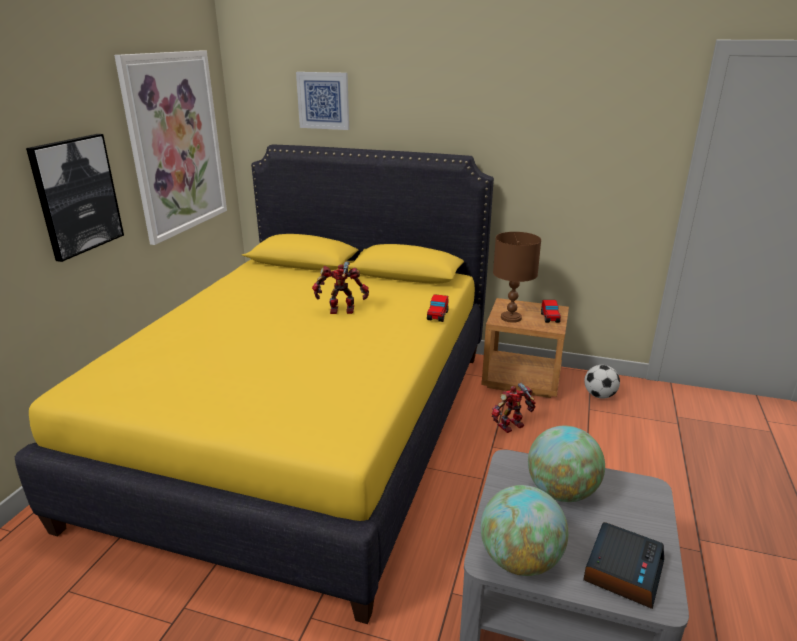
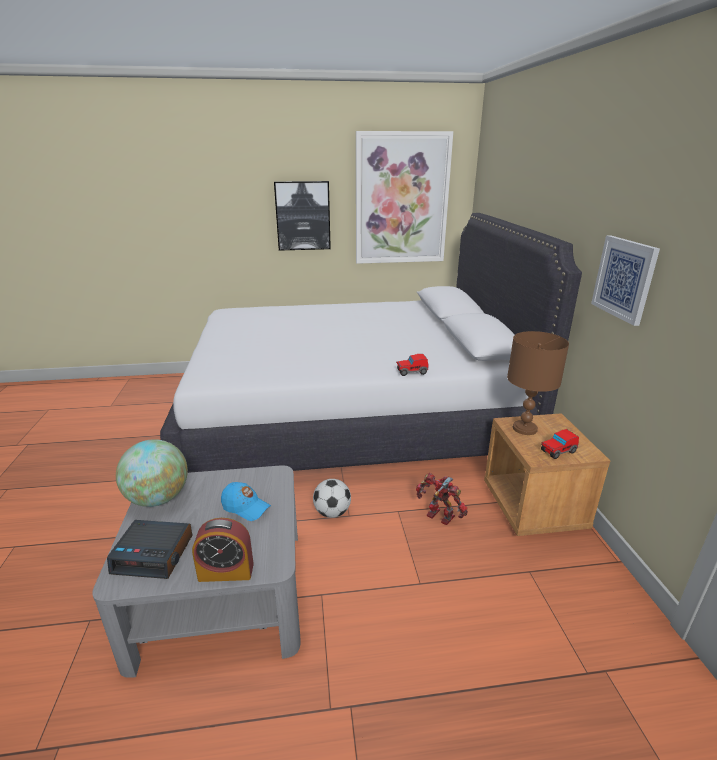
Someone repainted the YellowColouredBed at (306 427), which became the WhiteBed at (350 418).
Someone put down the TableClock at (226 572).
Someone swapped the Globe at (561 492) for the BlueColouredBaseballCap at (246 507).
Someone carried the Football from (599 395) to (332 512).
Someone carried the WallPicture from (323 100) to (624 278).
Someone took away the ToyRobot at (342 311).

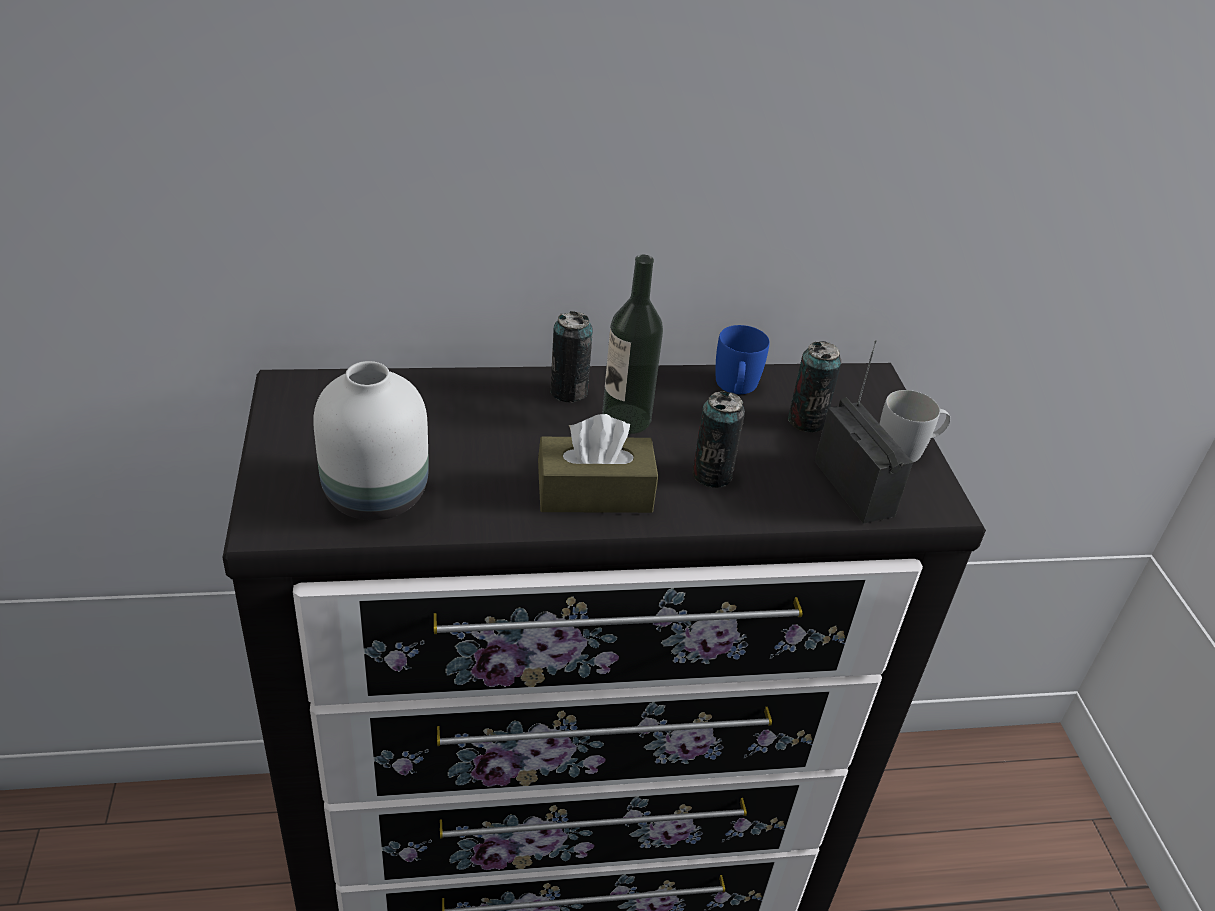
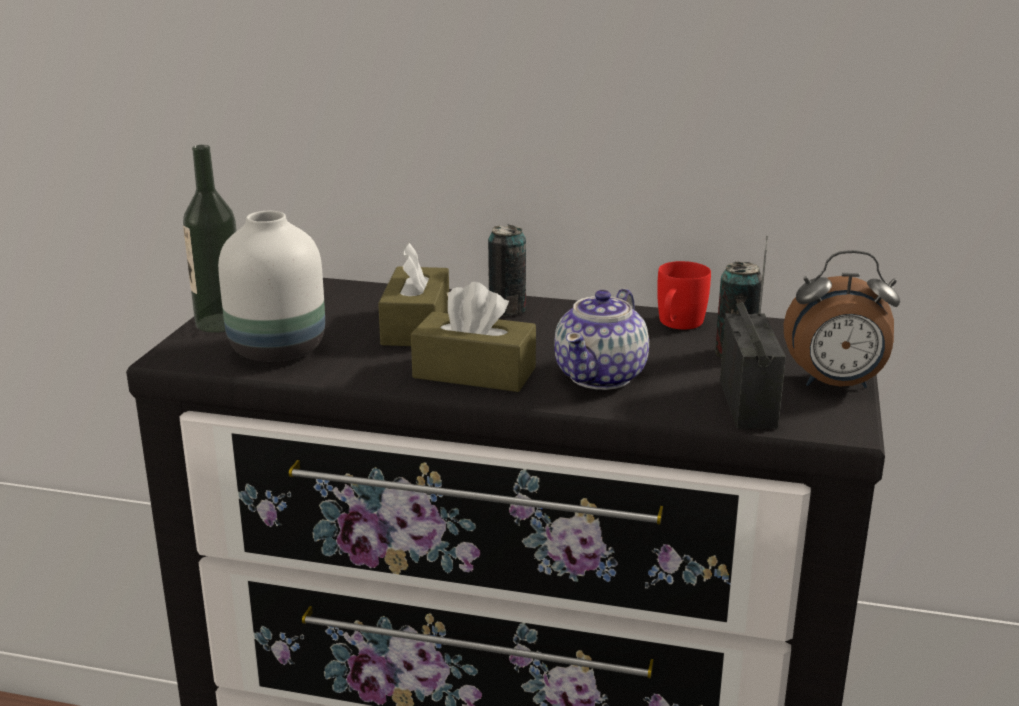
Someone carried the Bottle from (626 419) to (220 323).
Someone put down the BrownBoxOfTissues at (416 326).
Someone swapped the Can at (712 474) for the PotForTea at (602 376).
Someone repainted the BlueColouredCoffeeMug at (736 388), which became the RedCoffeeMug at (677 325).
Someone swapped the WhiteCoffeeMug at (908 449) for the TableClock at (835 385).

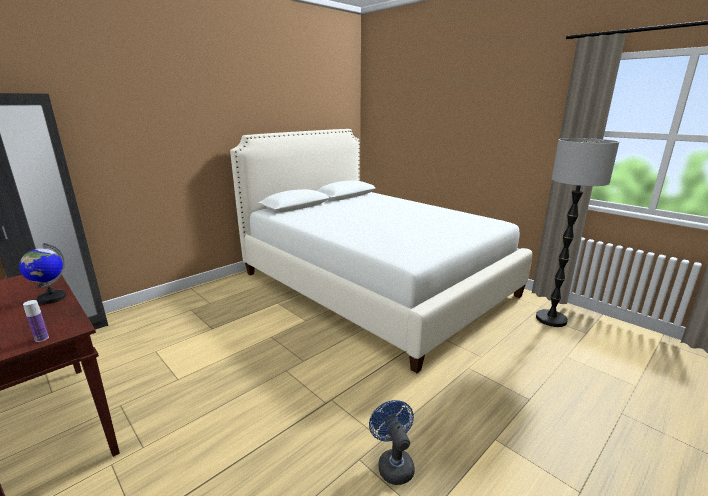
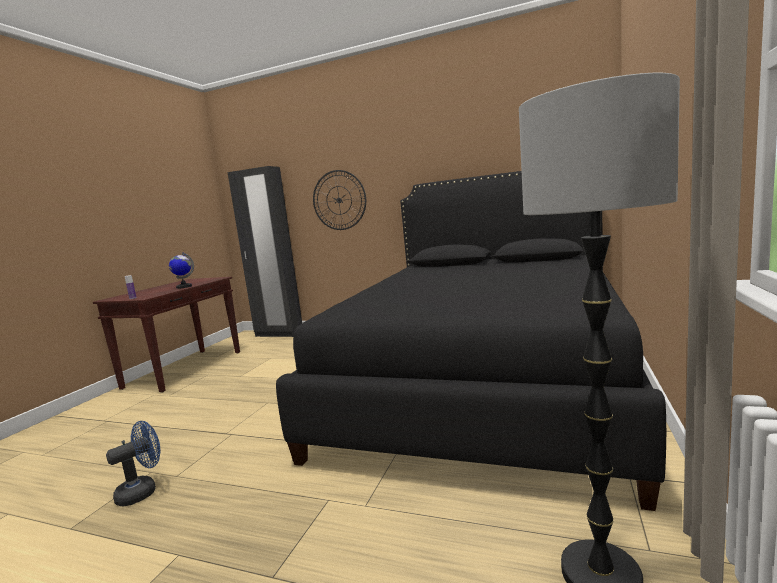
Someone repainted the WhiteBed at (375 283), which became the BlackColouredBed at (485 382).
Someone put up the ClockOnTheWall at (339 200).

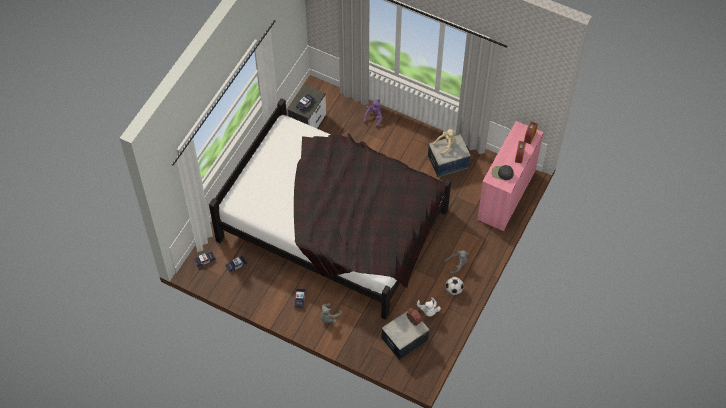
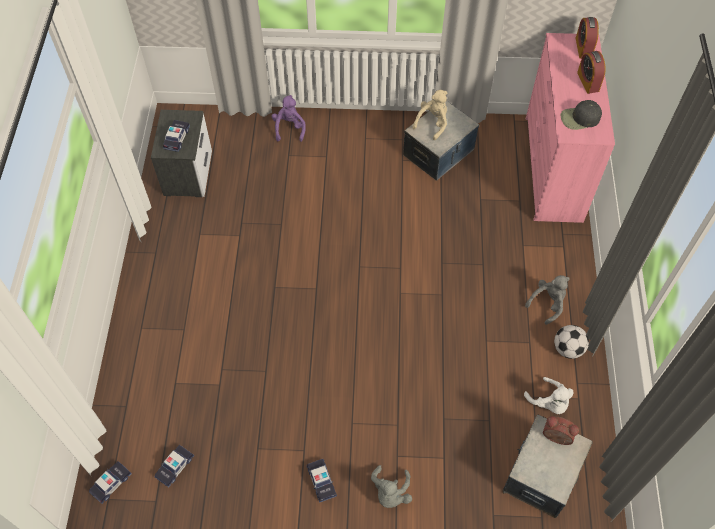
Someone took away the BlackColouredBed at (334 224).

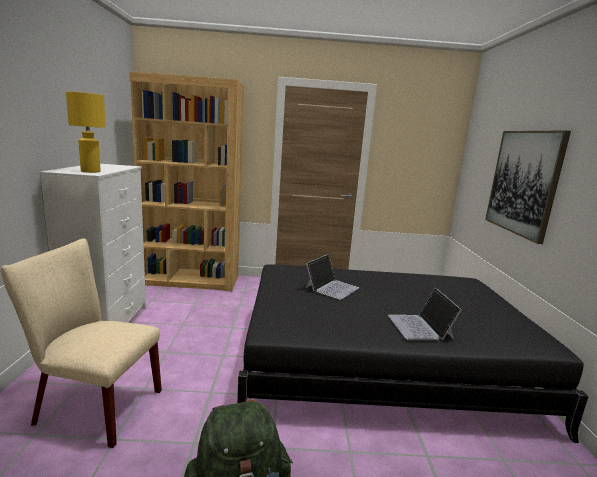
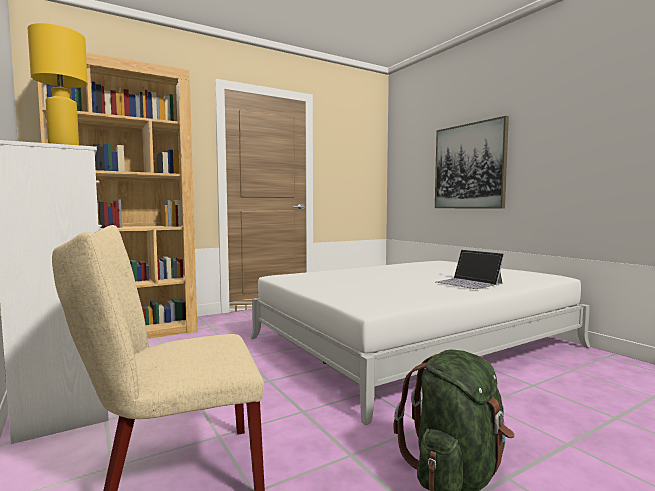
Someone repainted the BlackColouredBed at (380 360), which became the WhiteBed at (414 342).
Someone took away the NotebookComputer at (332 287).

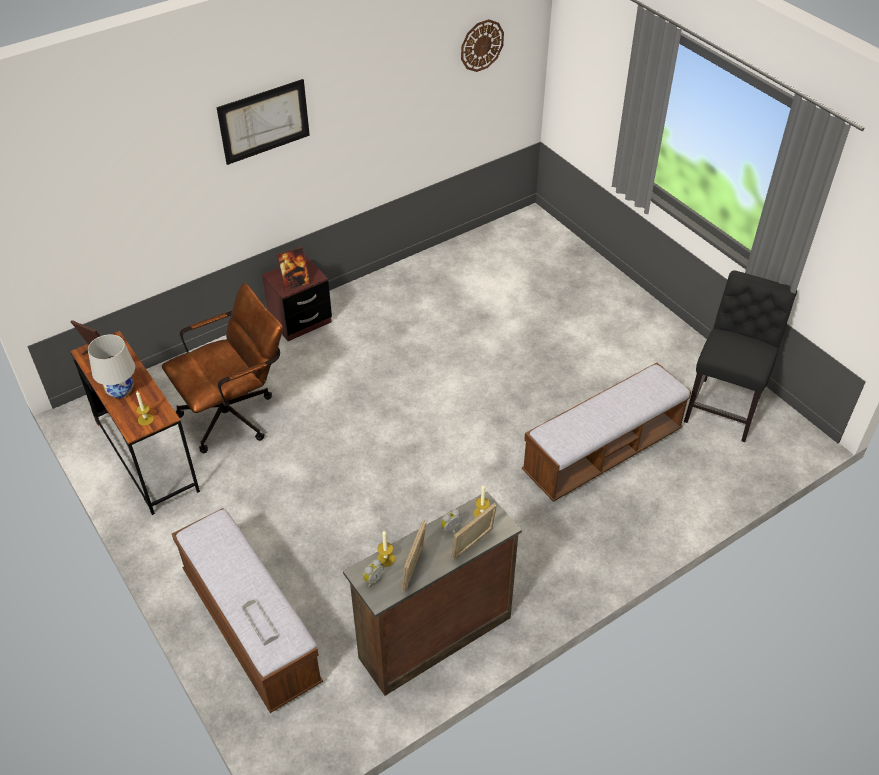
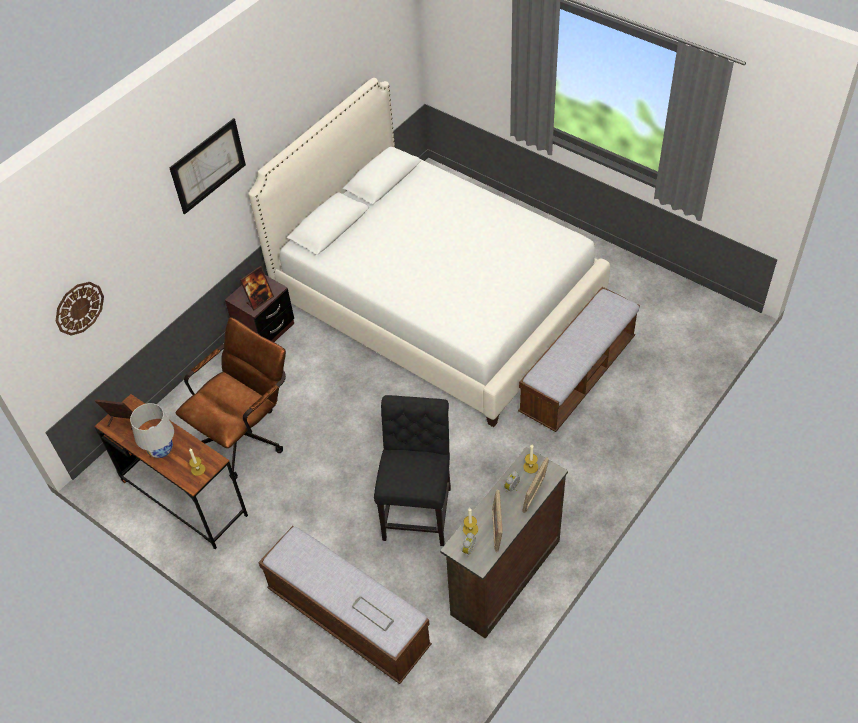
Someone carried the ClockOnTheWall from (481 45) to (79 308).
Someone put down the WhiteBed at (438 301).
Someone carried the BlackColouredChair from (724 406) to (418 509).

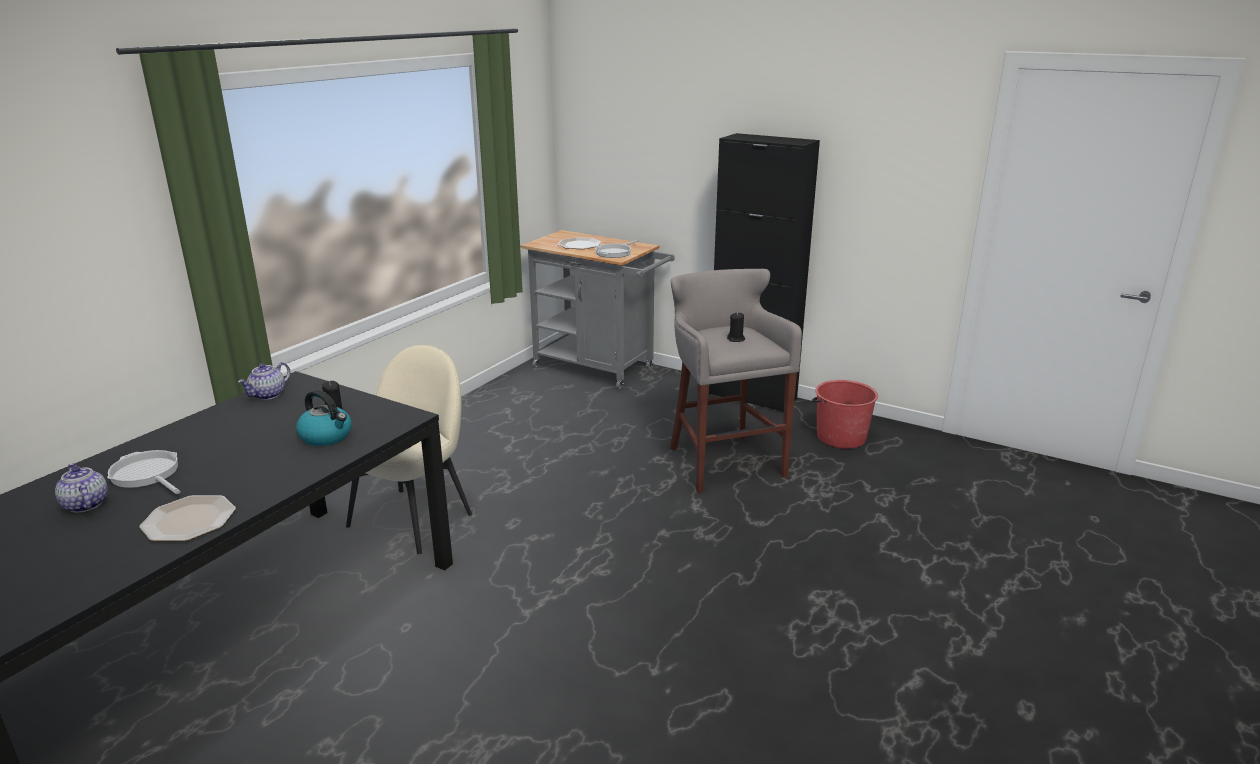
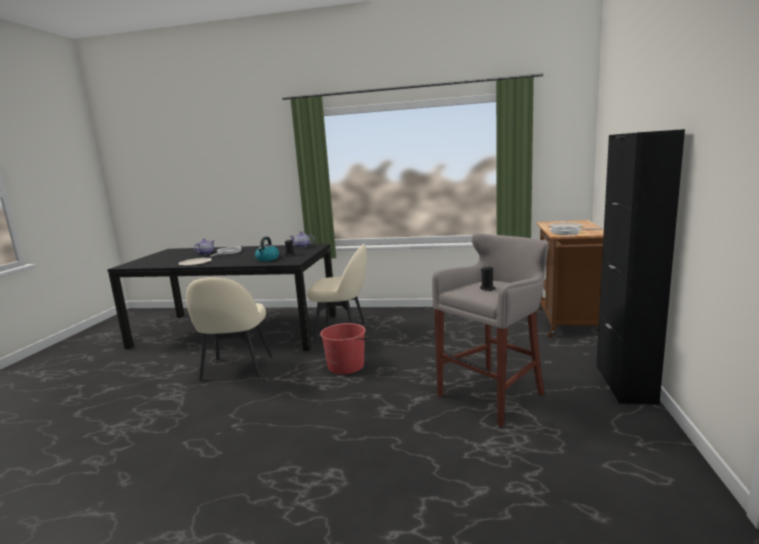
Someone put down the BeigeChair at (236 369).
Someone carried the RedBucket from (840 437) to (346 366).
Someone repainted the GreyishWheeledCart at (599 369), which became the BrownWheeledCart at (569 325).

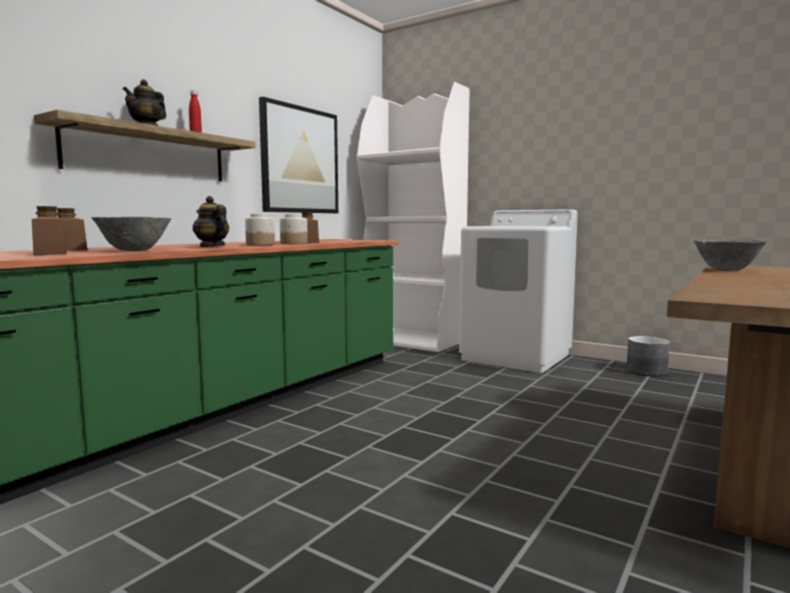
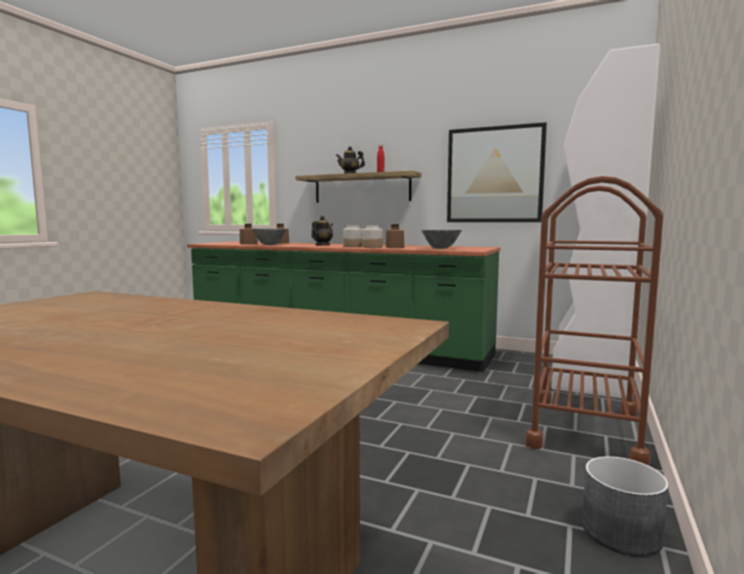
Someone carried the GreyishDeepDish from (726 270) to (440 248).
Someone swapped the WhiteWashingMachine at (516 357) for the BrownWheeledCart at (585 428).

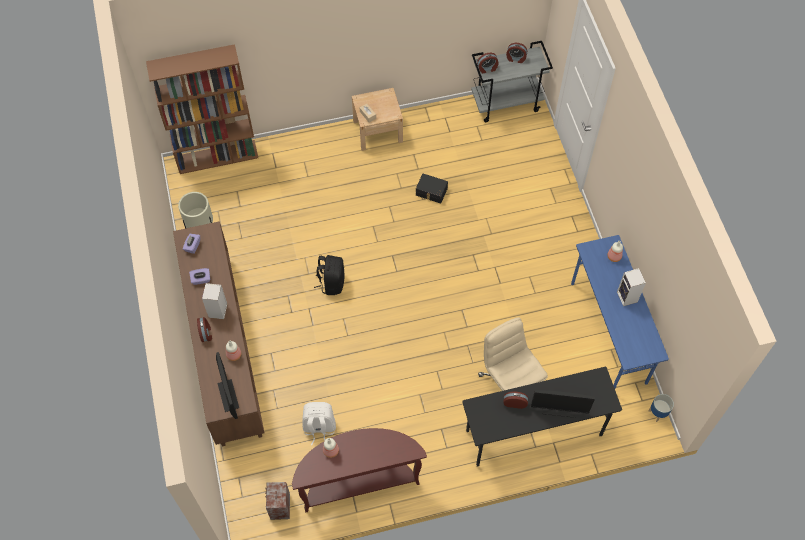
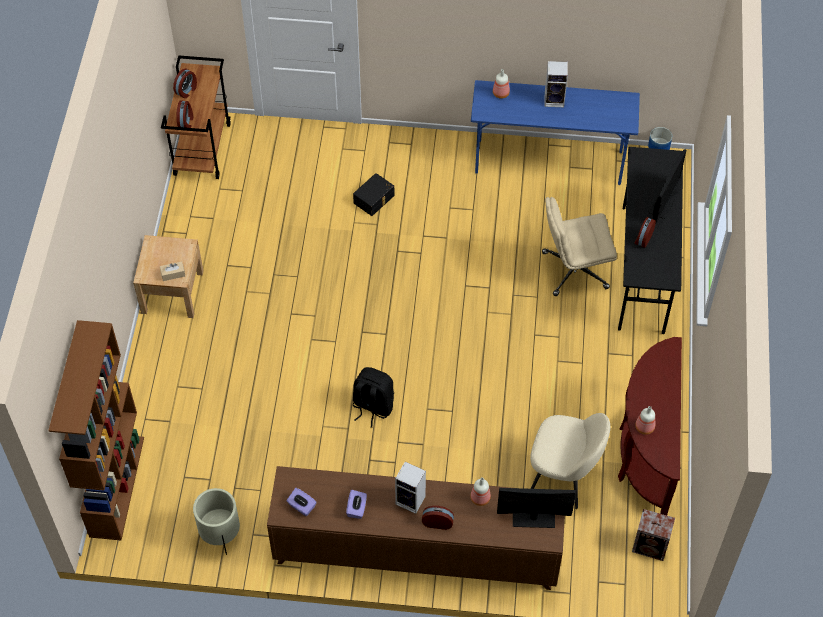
Someone repainted the GreyishWheeledCart at (506 103), which became the BrownWheeledCart at (202 149).
Someone carried the BlackColouredStorageBox from (431 192) to (374 199).
Someone swapped the WhiteRucksack at (319 428) for the BeigeChair at (563 476).

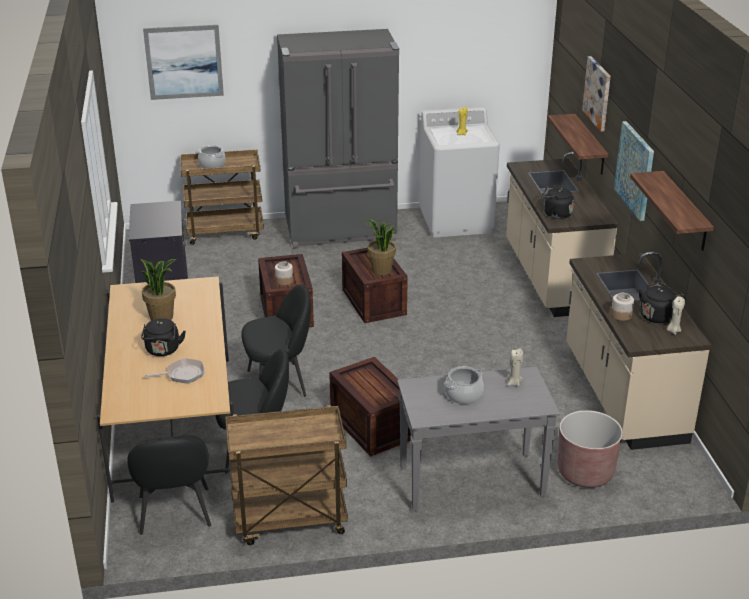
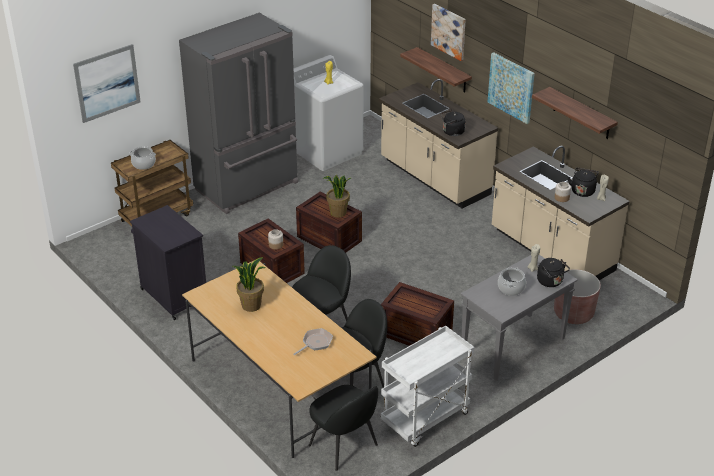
Someone repainted the BrownWheeledCart at (289 521), which became the WhiteWheeledCart at (425 420).
Someone carried the BlackColouredTeaKettle from (163 351) to (551 282).

